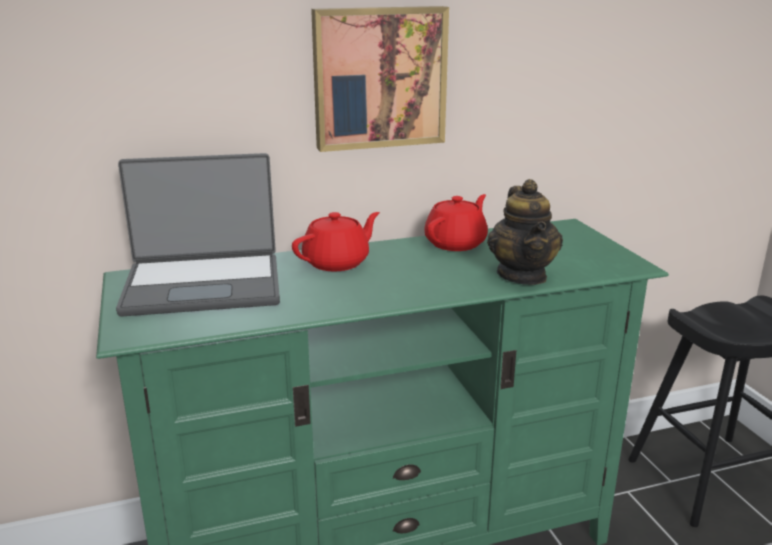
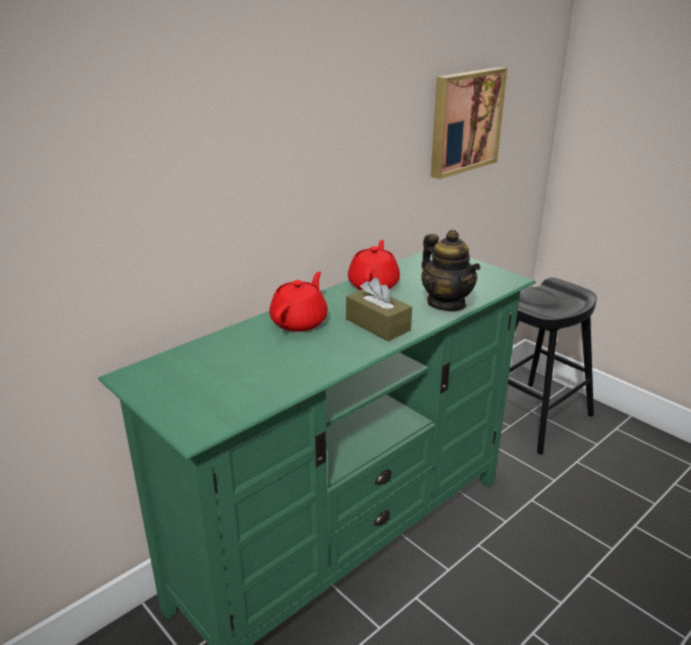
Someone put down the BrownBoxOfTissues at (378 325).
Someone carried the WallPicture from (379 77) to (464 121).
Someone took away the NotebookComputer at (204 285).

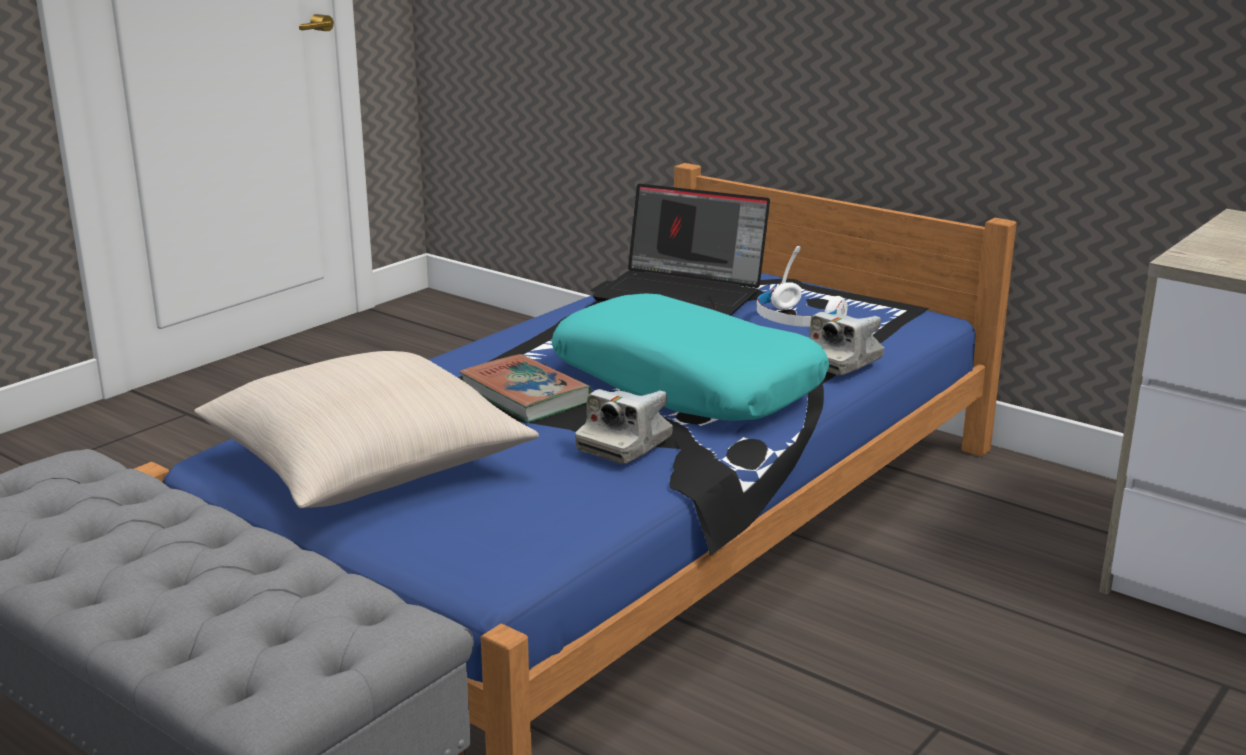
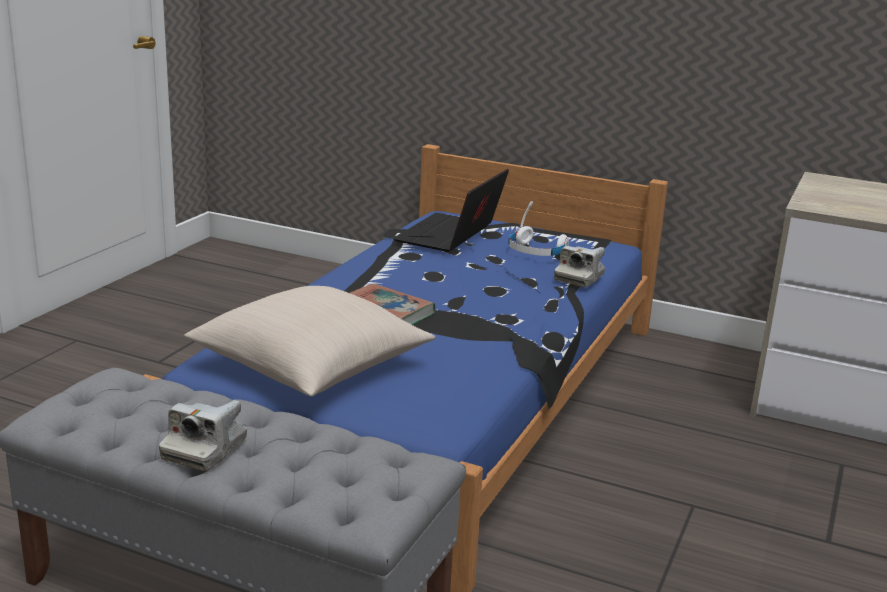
Someone carried the StillCamera from (625 444) to (205 449).
Someone rotated the NotebookComputer at (683 294) by 105 degrees clockwise.
Someone took away the TurquoiseColouredThrowPillow at (687 383).

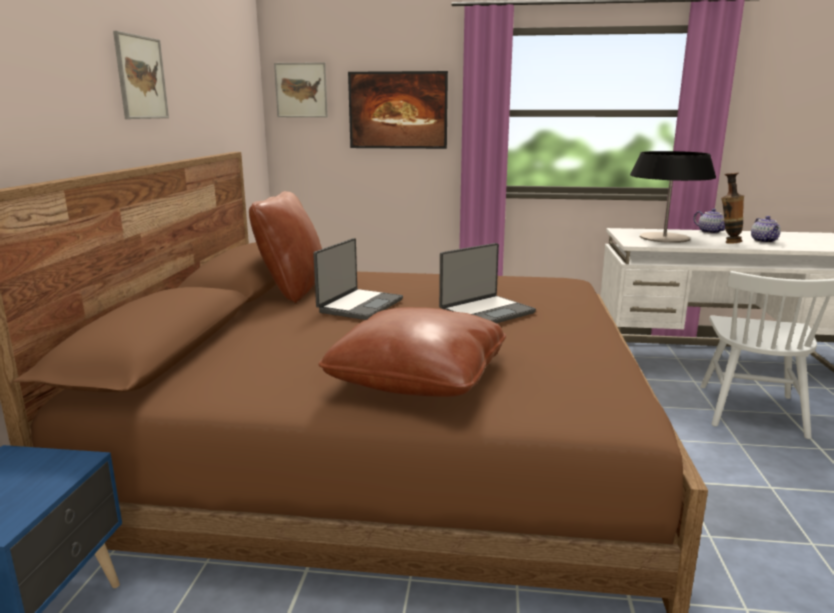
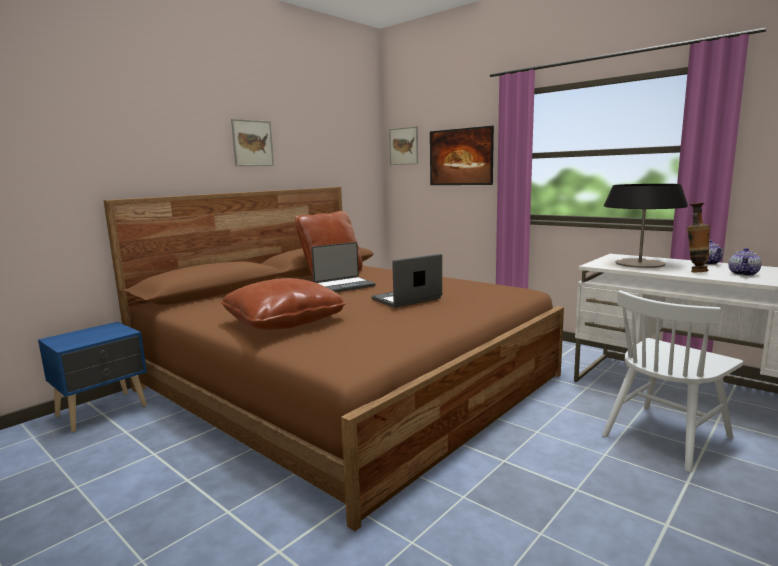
Someone rotated the NotebookComputer at (486 312) by 150 degrees clockwise.

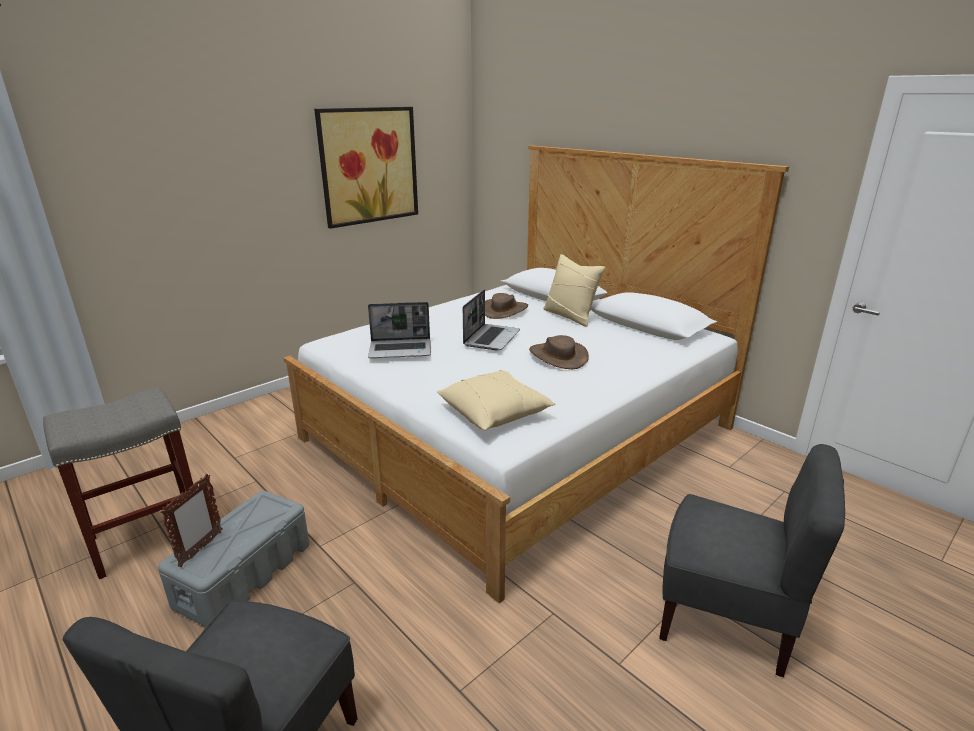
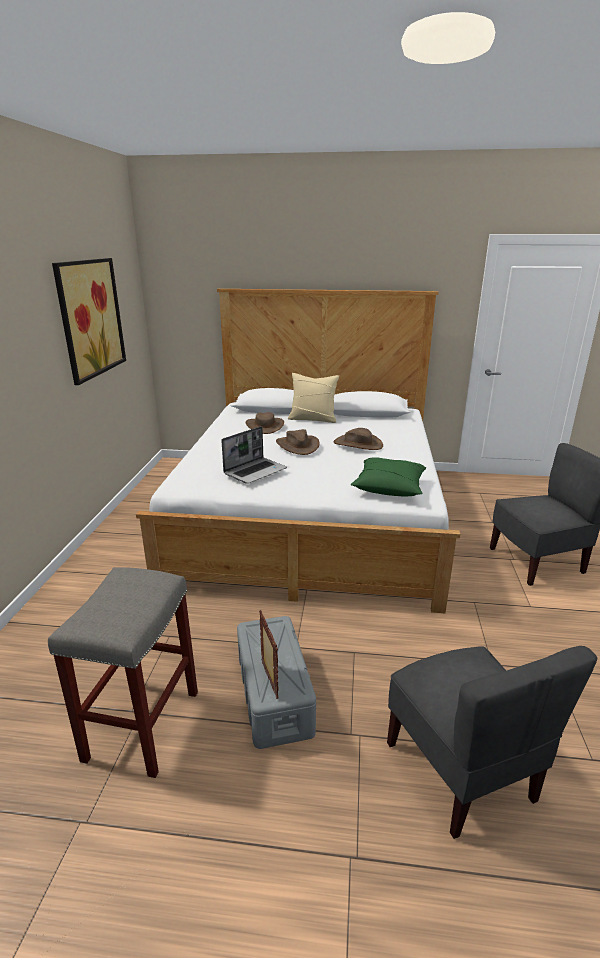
Someone swapped the NotebookComputer at (491 338) for the BrownWearableHat at (297 445).
Someone repainted the BeigeThrowPillow at (495 413), which became the GreenThrowPillow at (389 487).

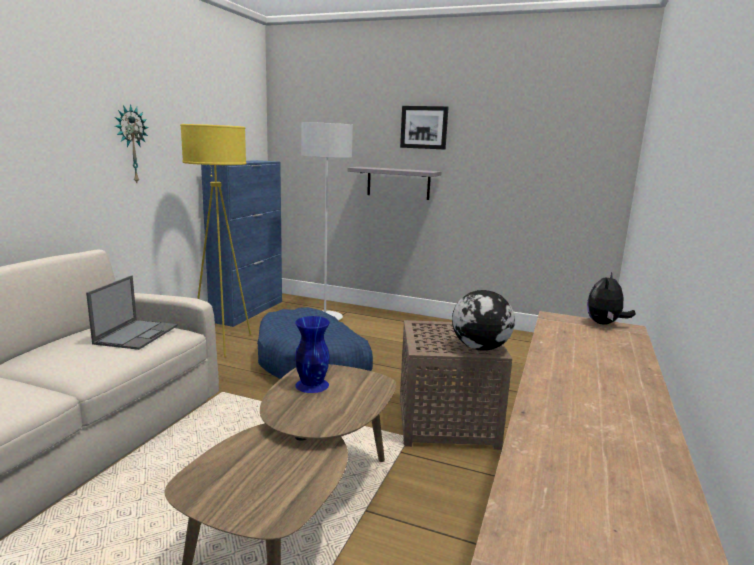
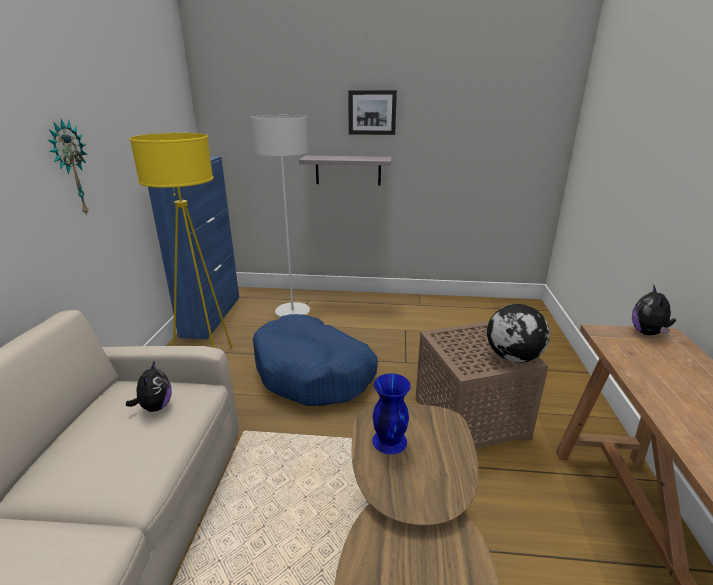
Someone swapped the NotebookComputer at (137 334) for the SoftToy at (155 407).

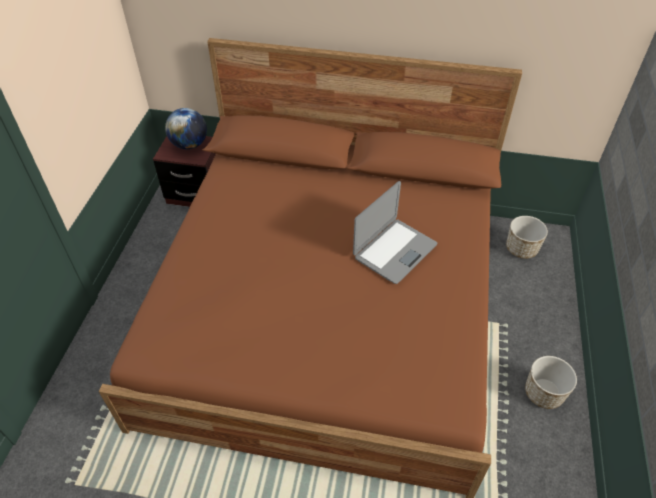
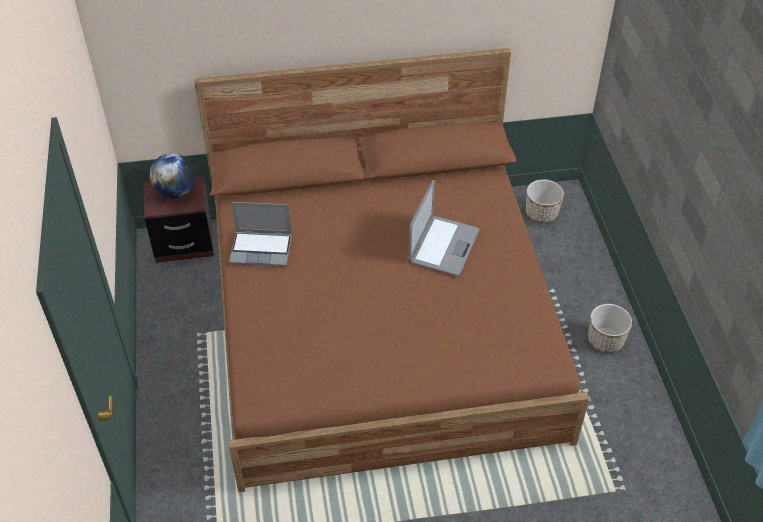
Someone put down the NotebookComputer at (262 249).

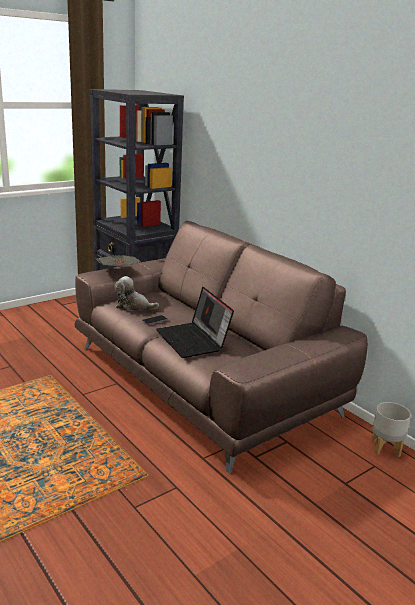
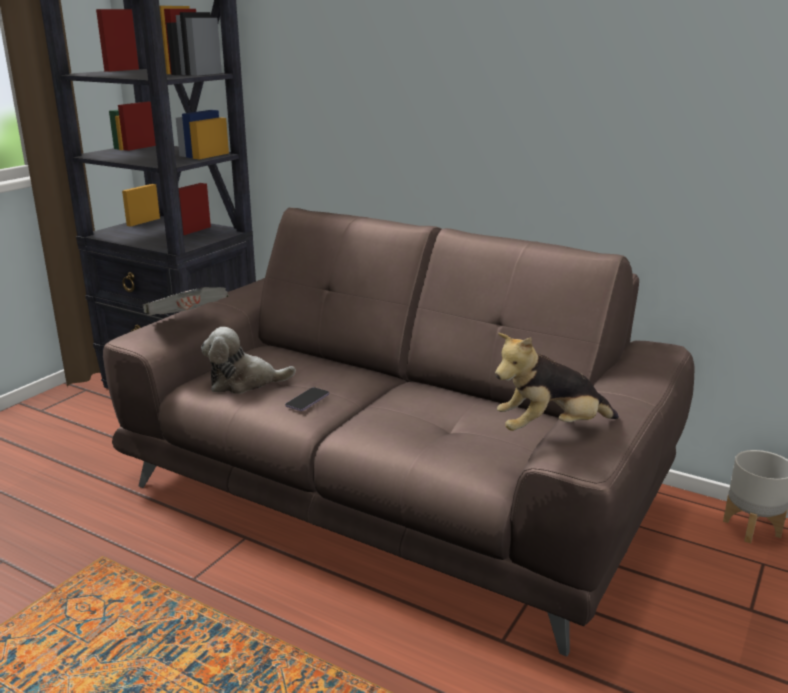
Someone put down the SoftToy at (550 429).
Someone took away the NotebookComputer at (193 340).

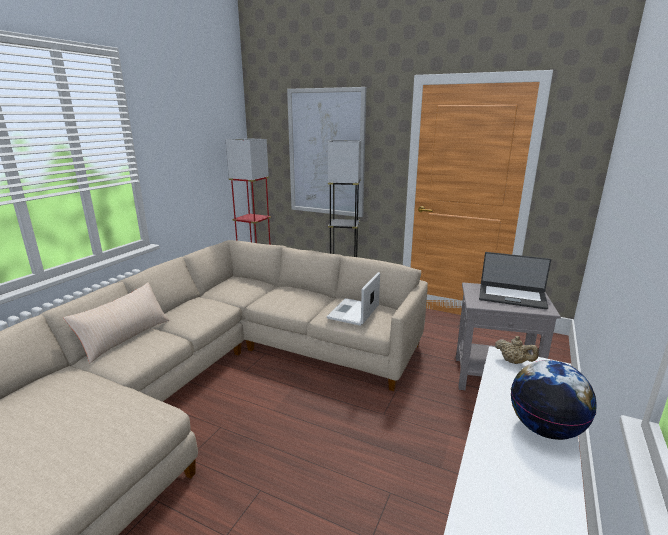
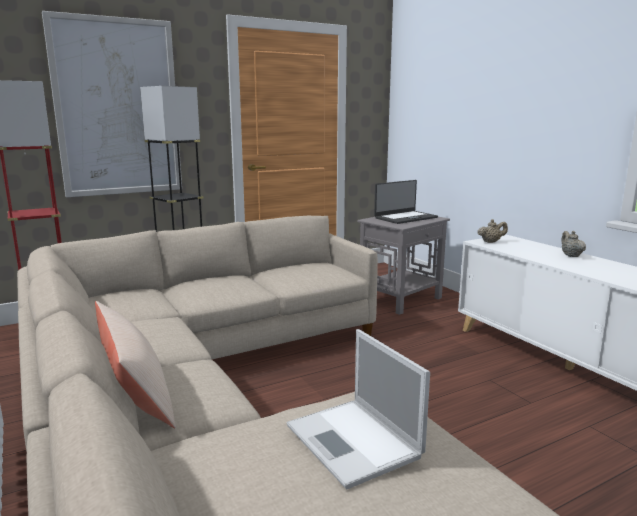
Someone carried the NotebookComputer from (353 312) to (355 442).
Someone swapped the Globe at (545 428) for the BeigePotForTea at (570 255).

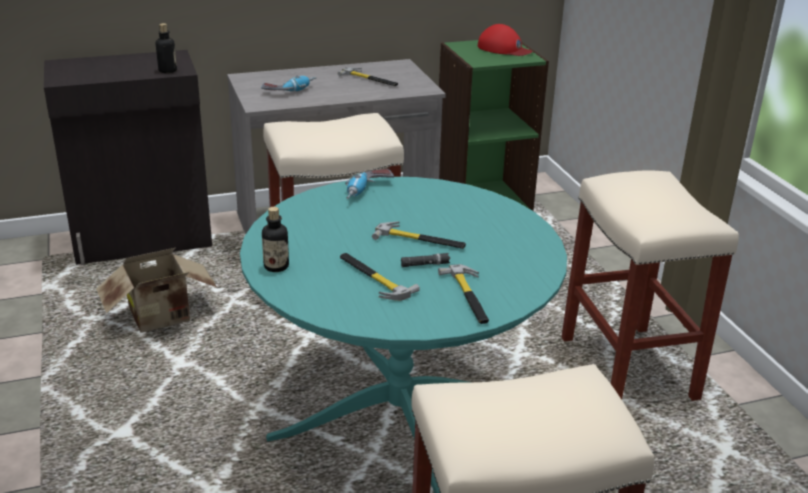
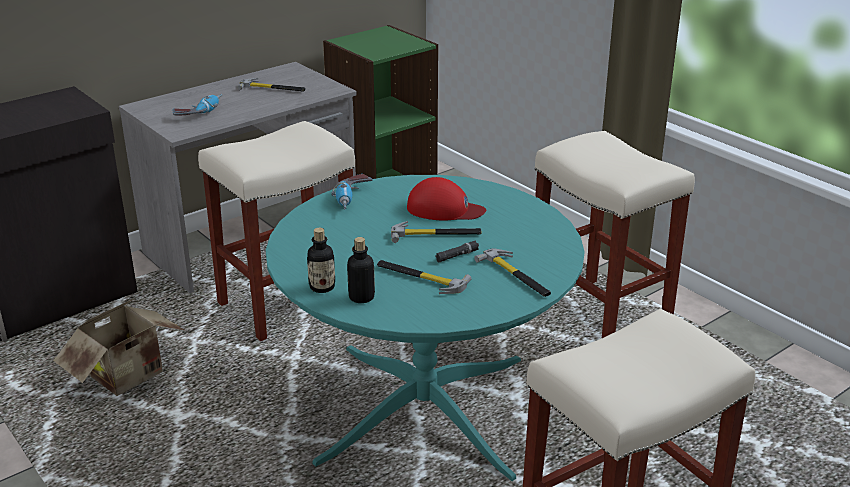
Someone carried the Bottle from (167 70) to (361 297).
Someone carried the RedBaseballCap from (504 49) to (444 209).

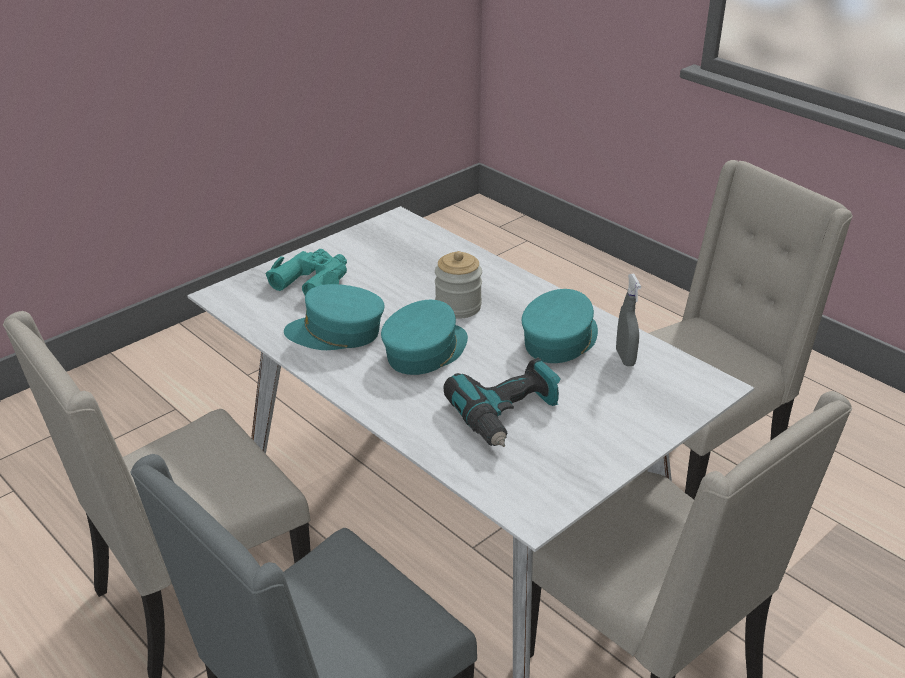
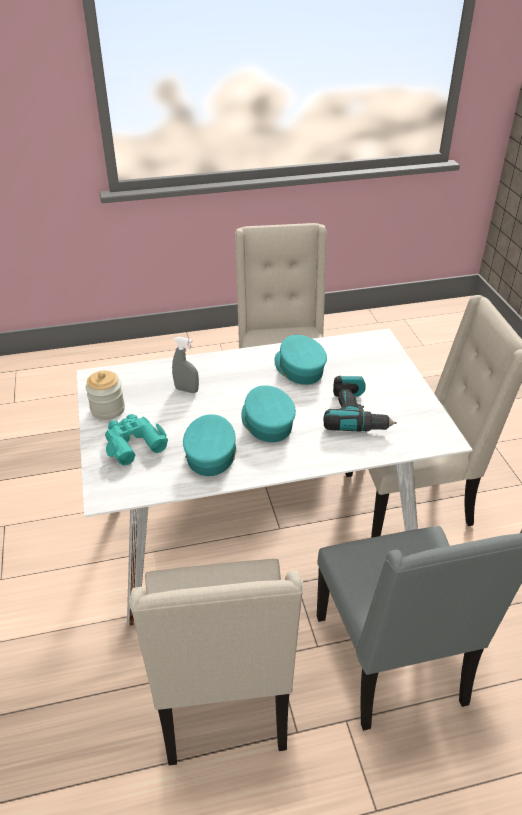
Someone carried the PreserveJar from (458 307) to (108 409).
Someone carried the GreyishSprayBottle from (625 358) to (186 390).
Someone rotated the TurquoiseColouredBaseballCap at (336 333) by 150 degrees clockwise.

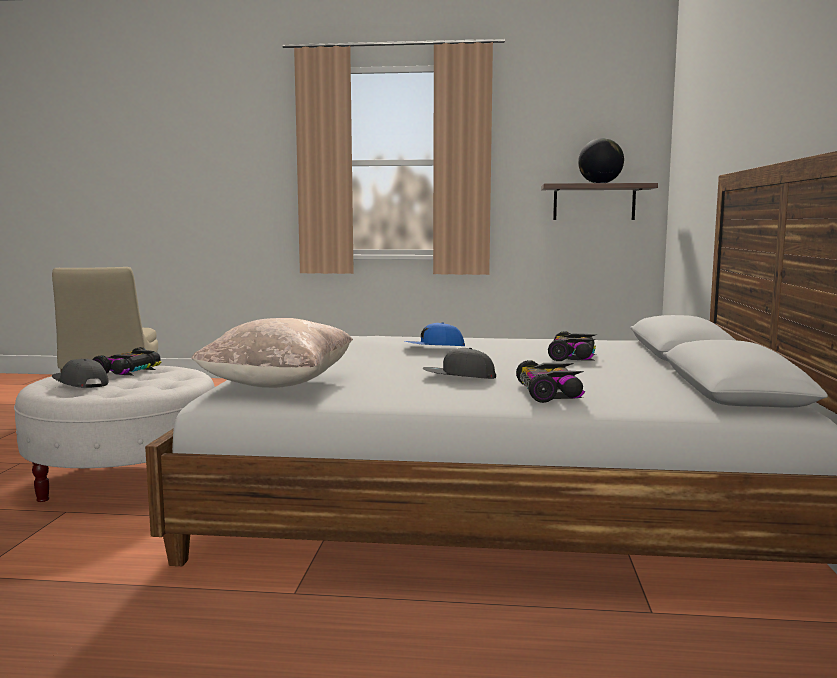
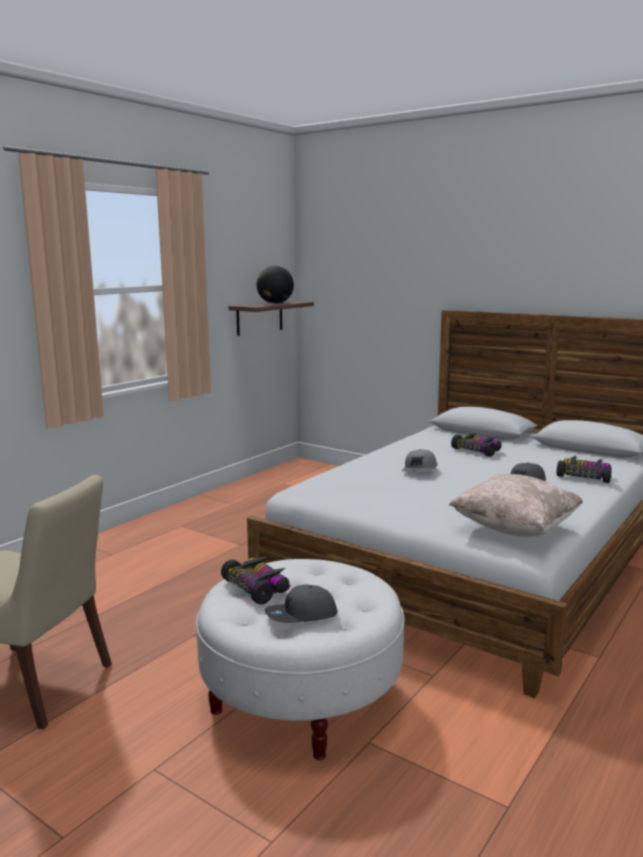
Someone repainted the BlueColouredBaseballCap at (434 347), which became the GreyishBaseballCap at (420 470).

